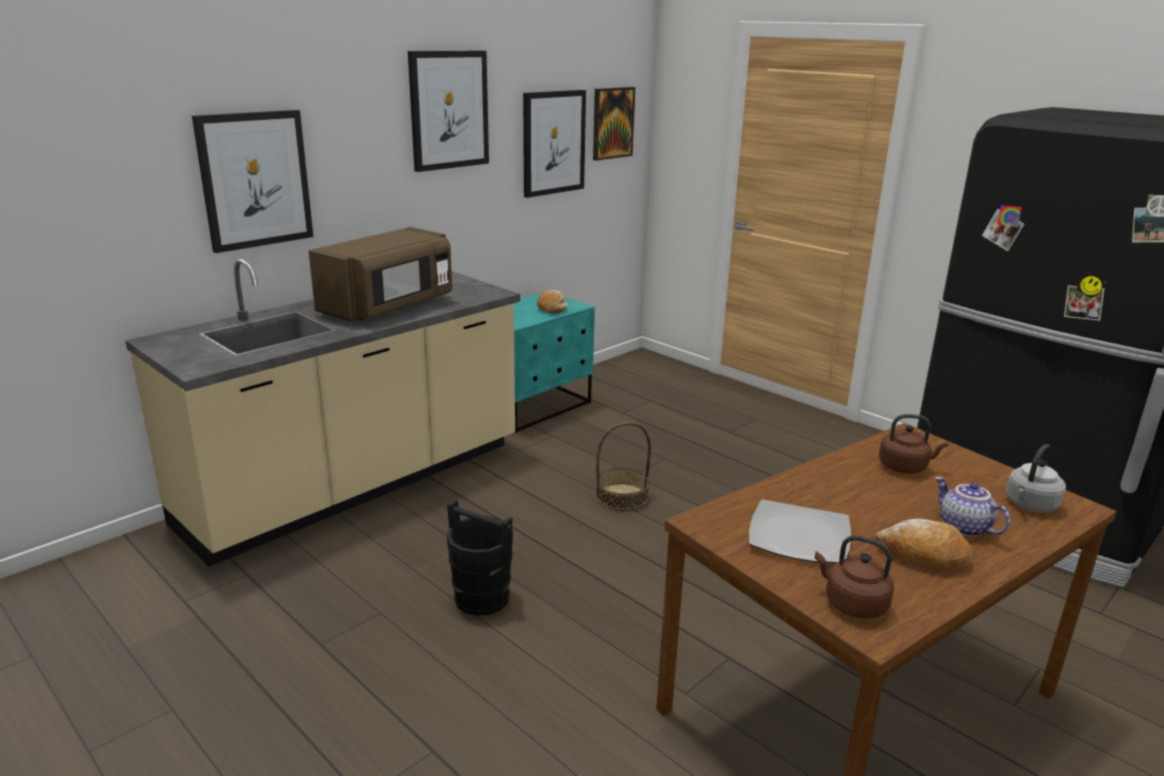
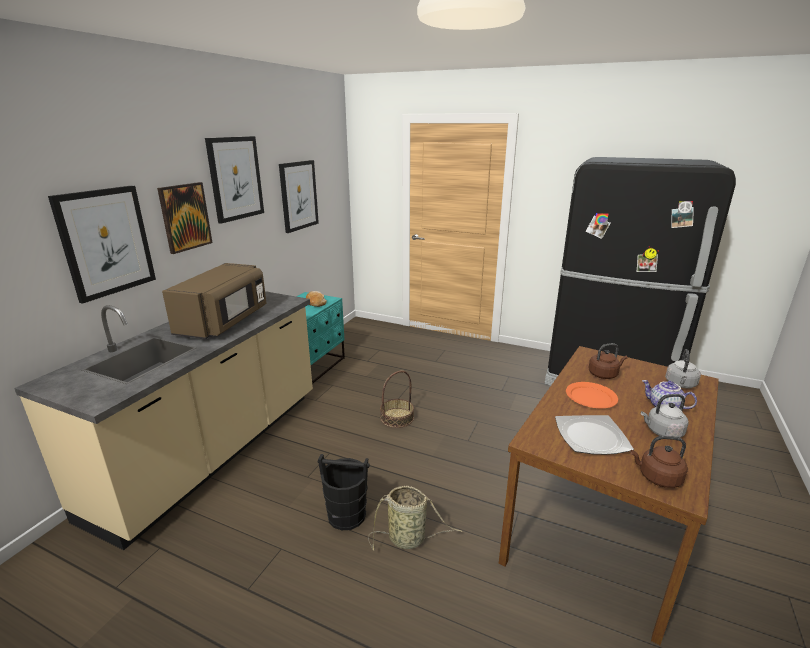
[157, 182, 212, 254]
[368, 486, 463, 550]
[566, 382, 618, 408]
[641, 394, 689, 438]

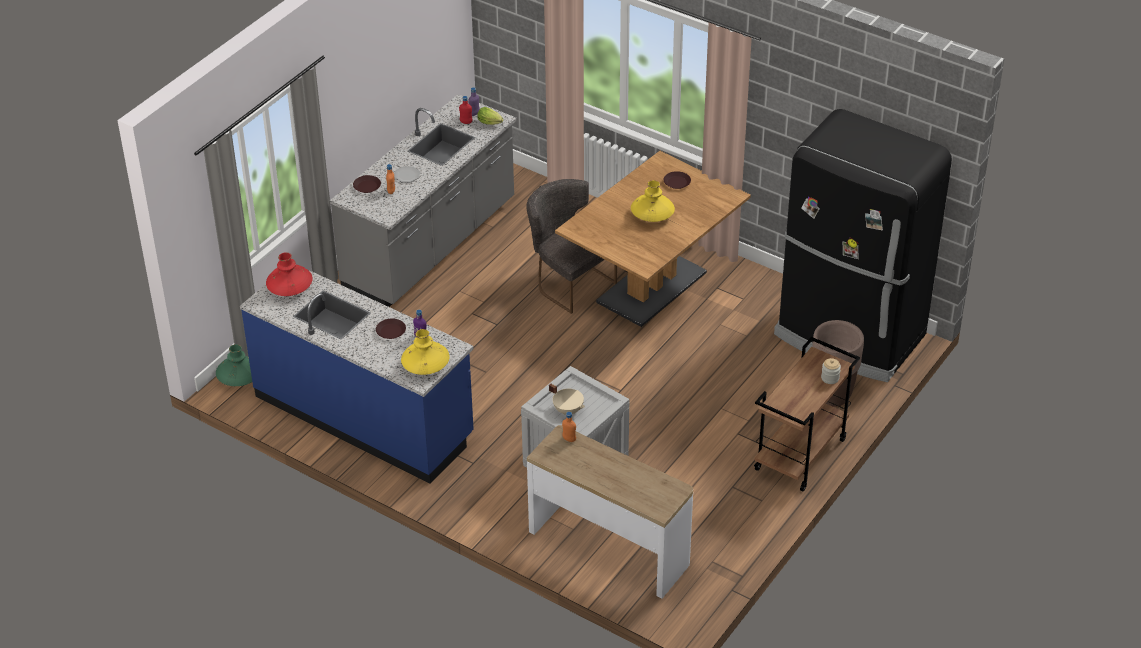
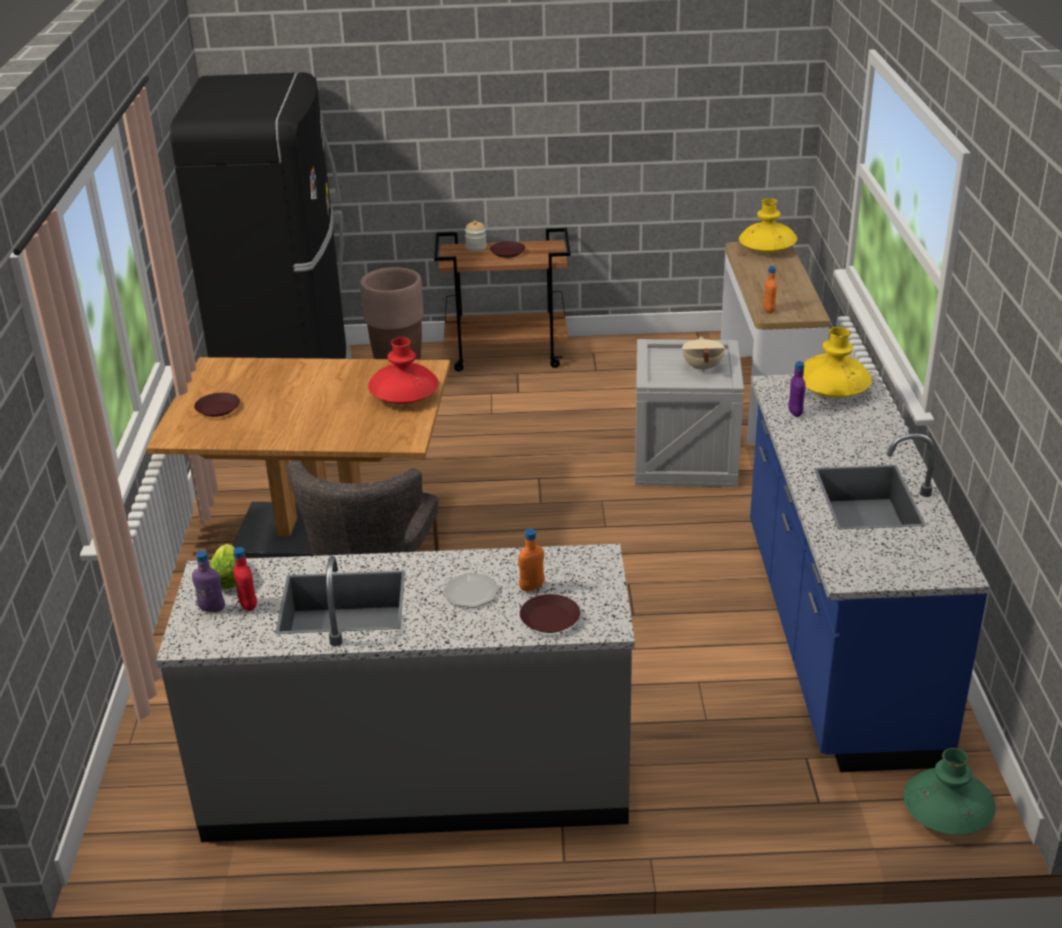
[368, 337, 439, 404]
[490, 241, 525, 258]
[739, 198, 797, 253]

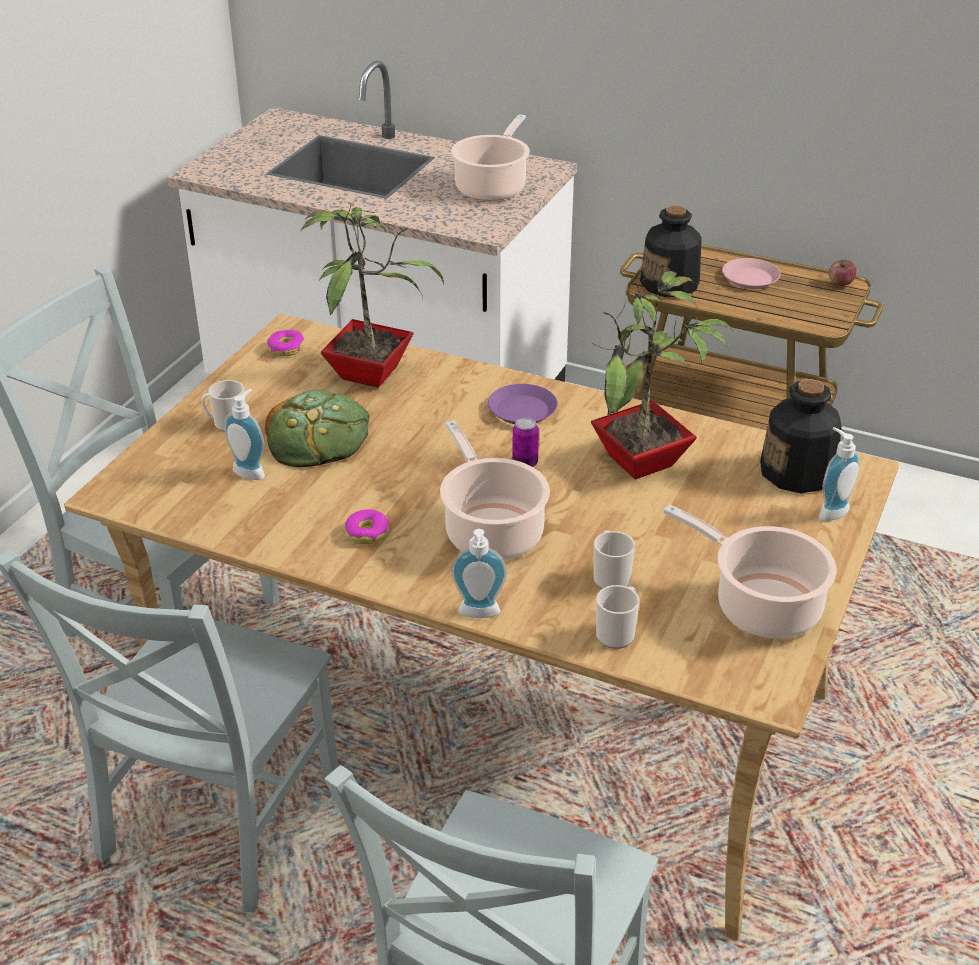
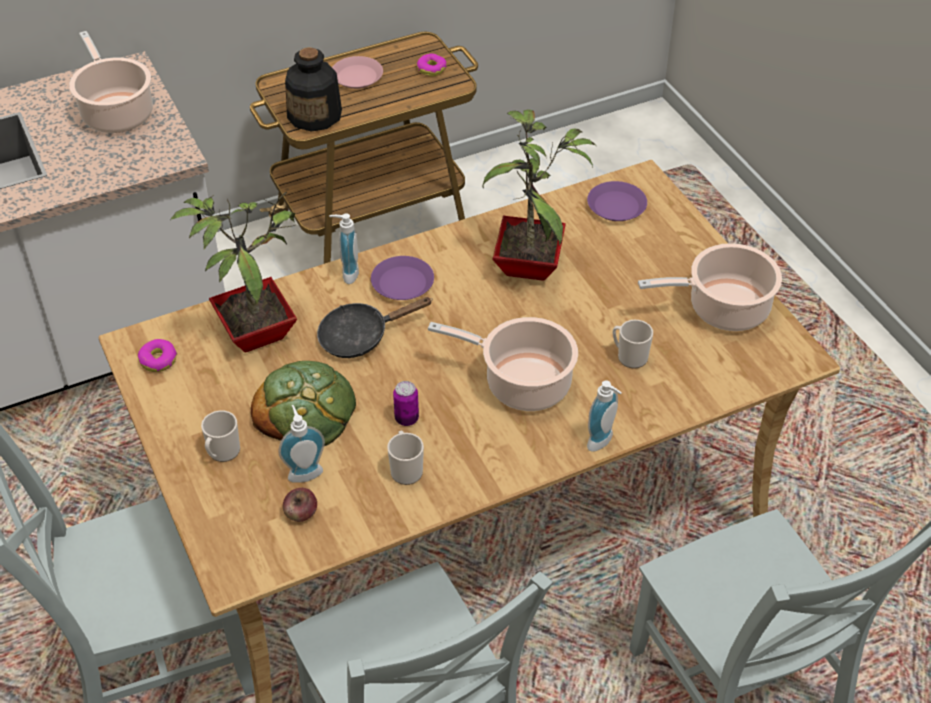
[283, 488, 317, 522]
[317, 297, 433, 358]
[329, 213, 359, 284]
[387, 431, 424, 485]
[393, 381, 419, 426]
[417, 53, 447, 76]
[587, 181, 647, 221]

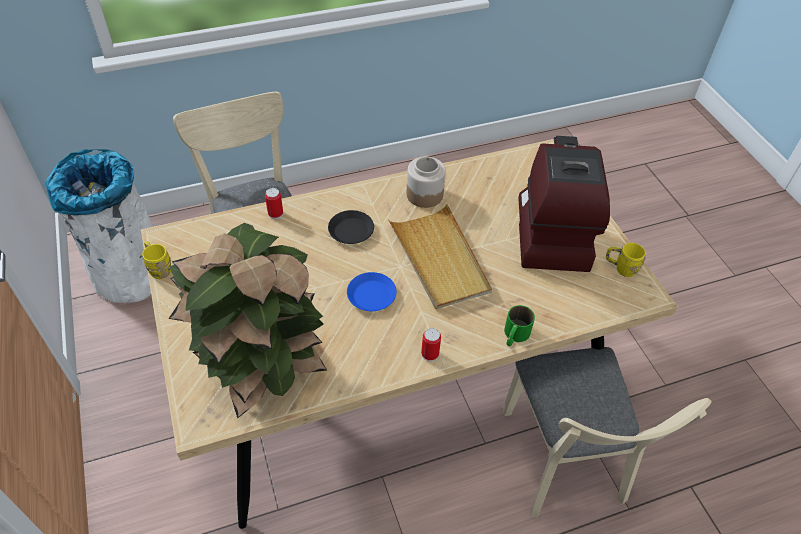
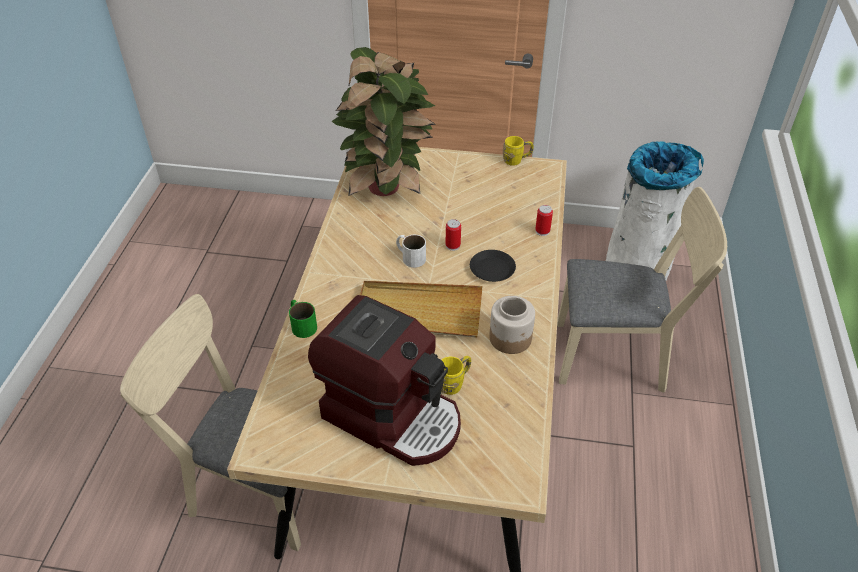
[396, 235, 426, 268]
[441, 356, 471, 395]
[445, 219, 461, 251]

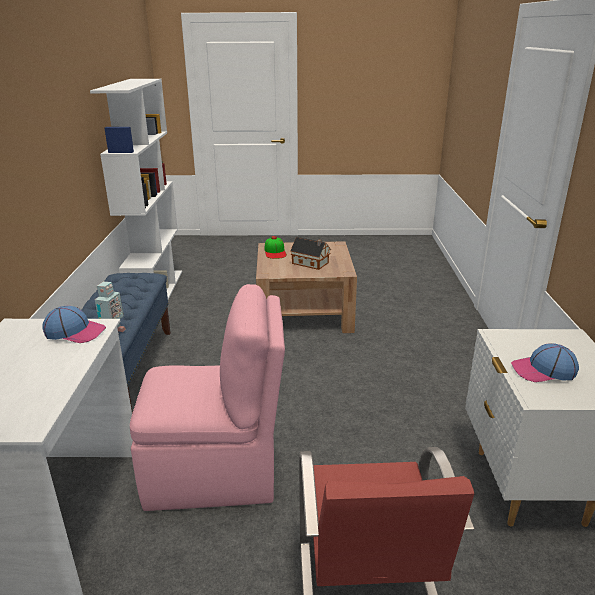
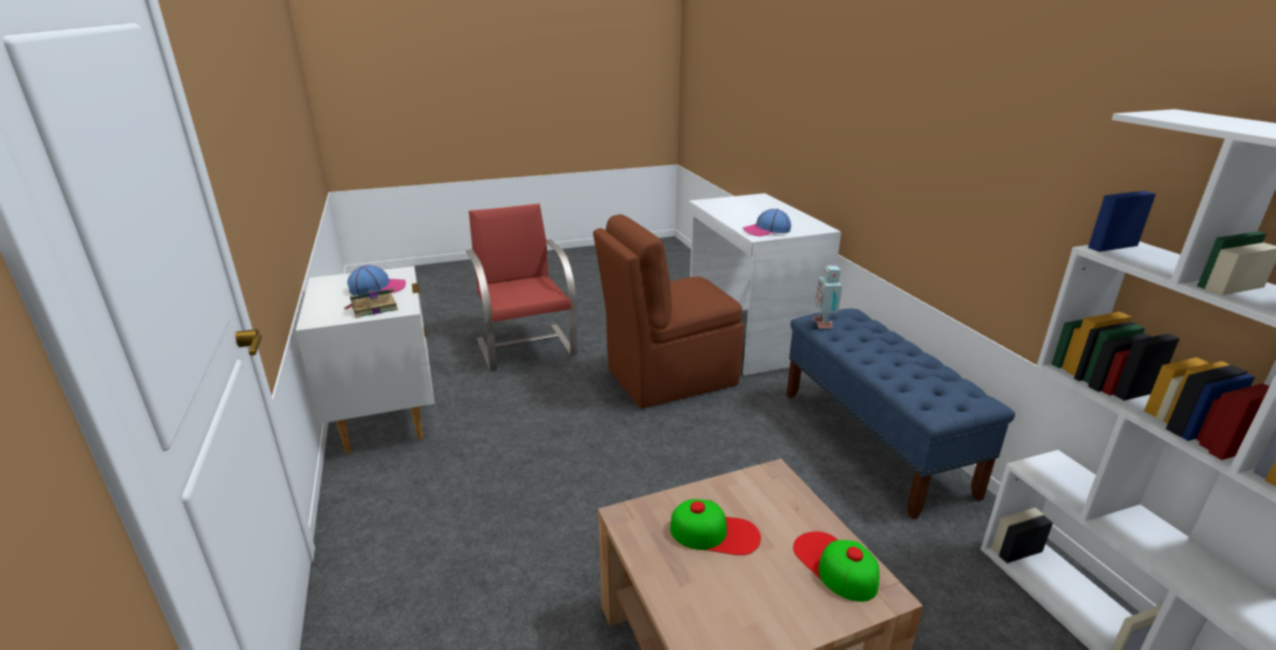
[344, 288, 398, 318]
[593, 214, 744, 408]
[670, 499, 761, 555]

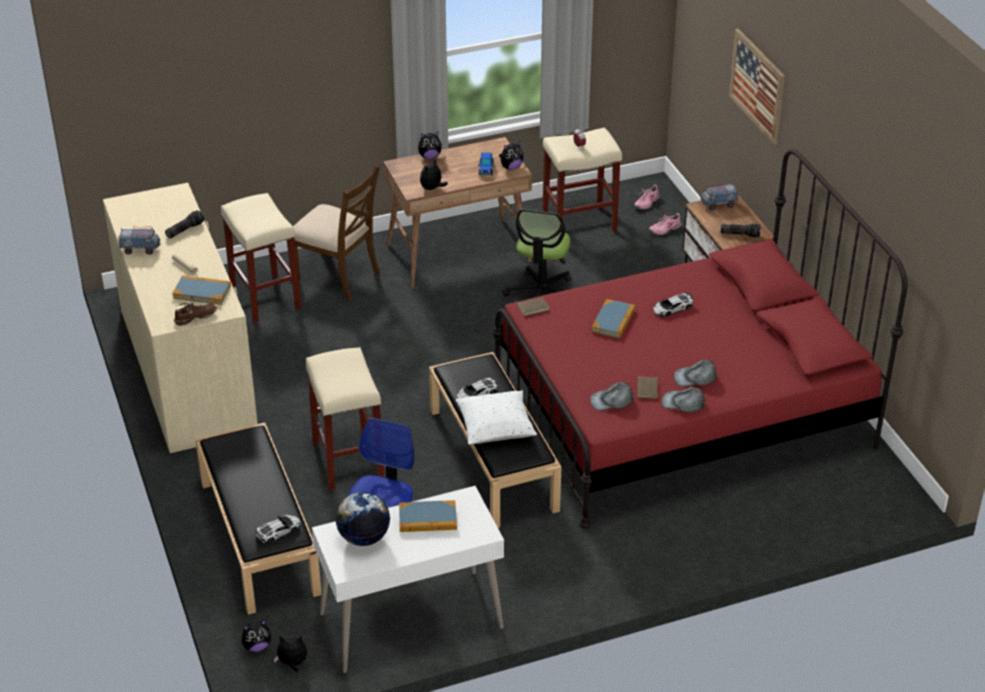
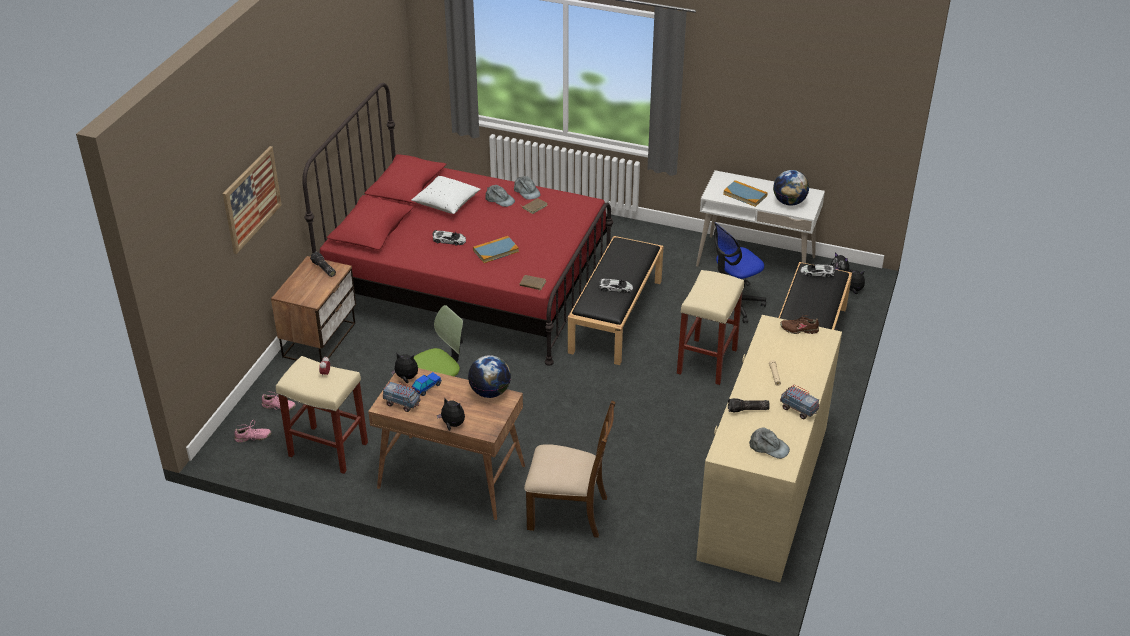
[383, 381, 421, 412]
[411, 176, 480, 214]
[468, 355, 511, 398]
[524, 400, 616, 538]
[749, 427, 790, 459]
[172, 275, 231, 305] (first image)
[221, 193, 301, 323] (first image)

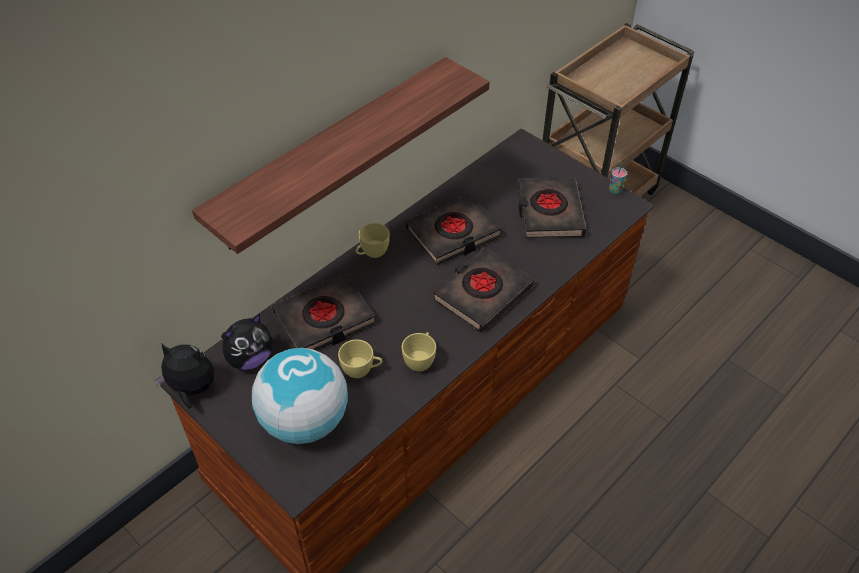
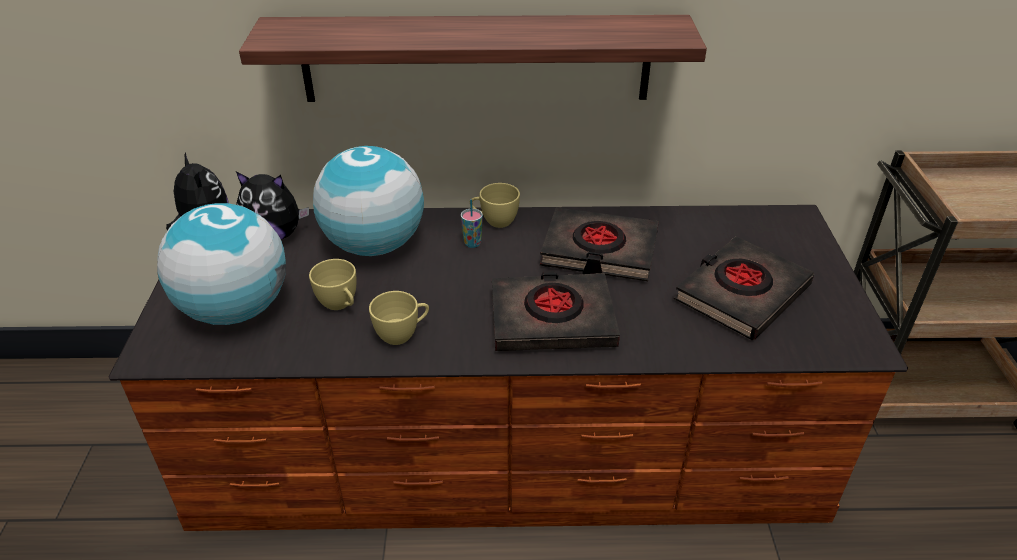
[313, 146, 424, 256]
[461, 199, 483, 248]

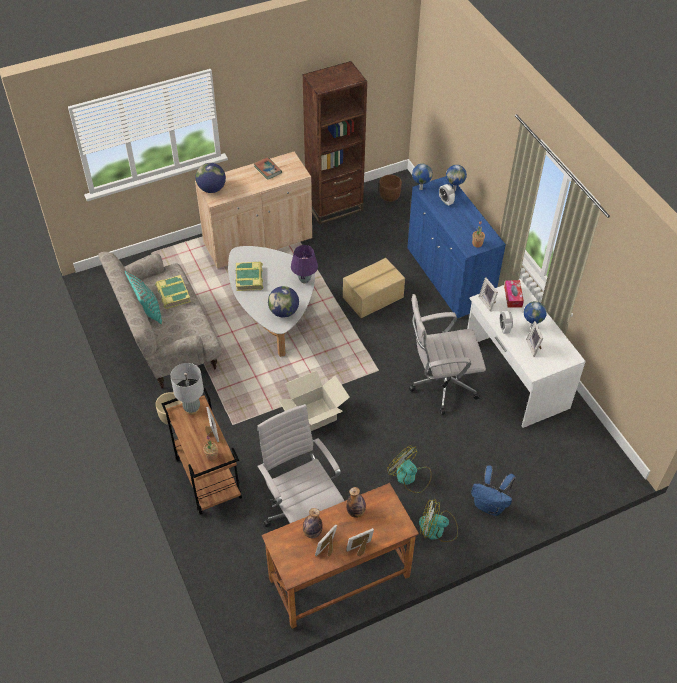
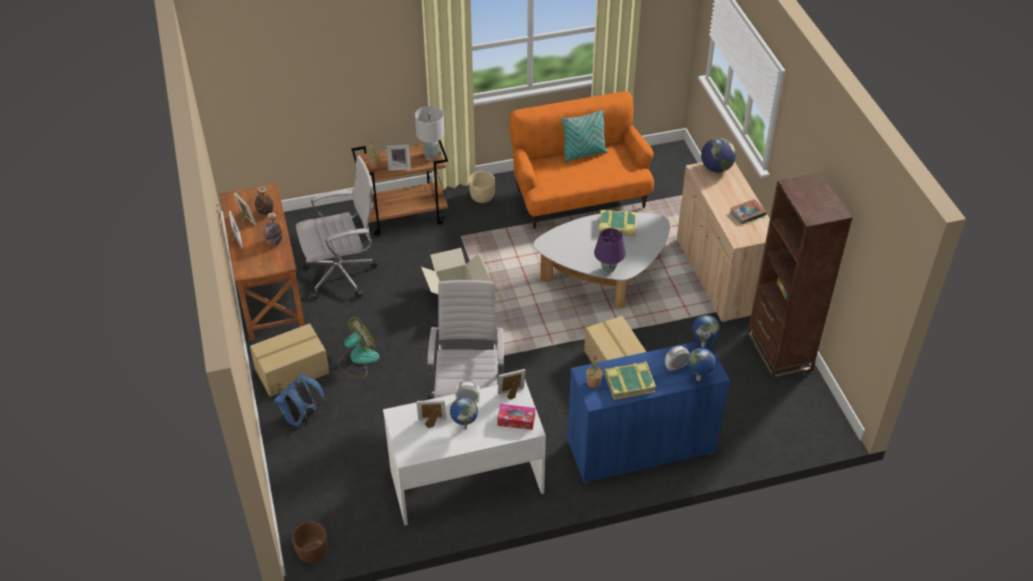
[250, 323, 329, 397]
[292, 522, 328, 563]
[509, 91, 654, 229]
[604, 362, 656, 400]
[268, 286, 299, 318] (first image)

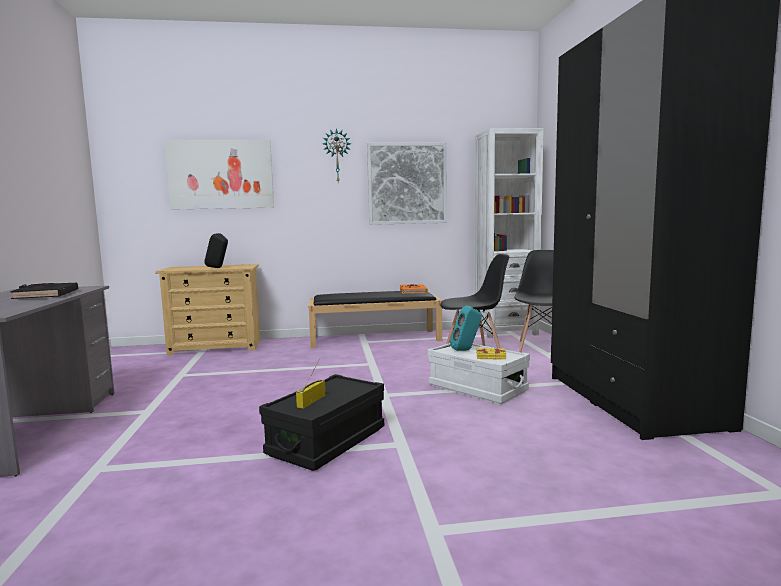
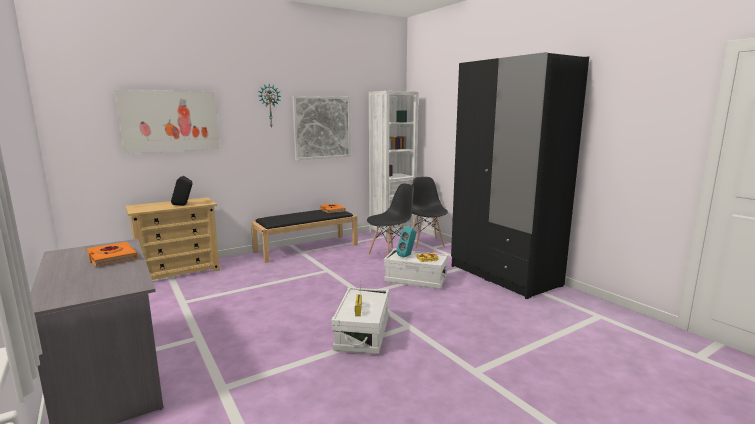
[87, 242, 138, 267]
[331, 287, 389, 355]

